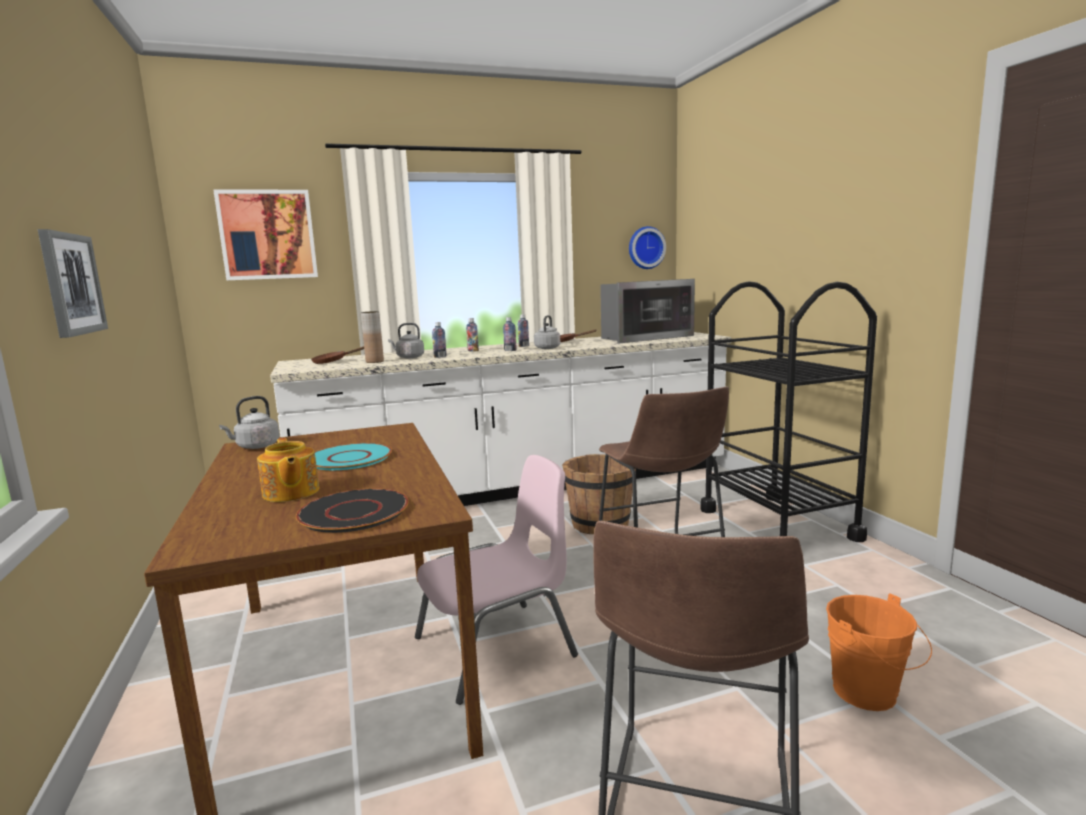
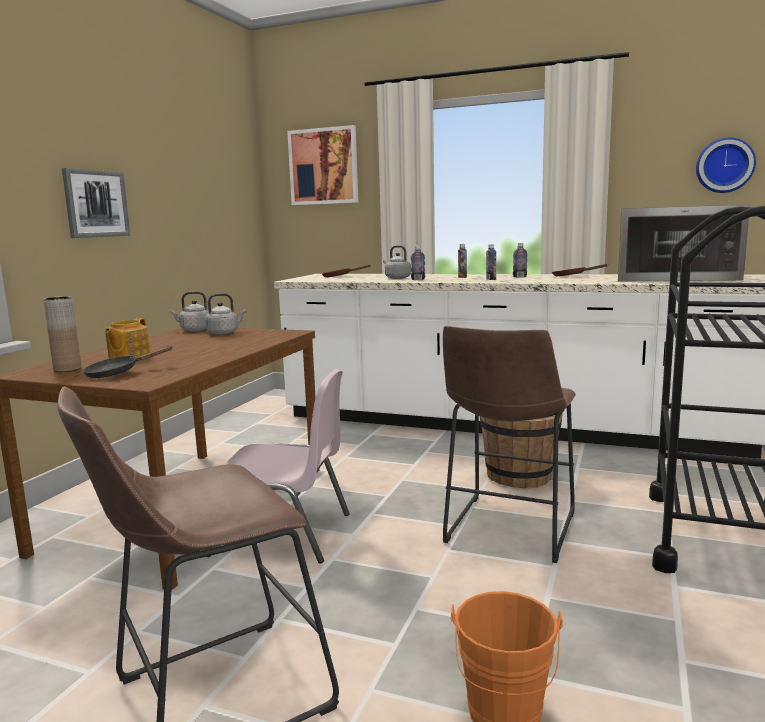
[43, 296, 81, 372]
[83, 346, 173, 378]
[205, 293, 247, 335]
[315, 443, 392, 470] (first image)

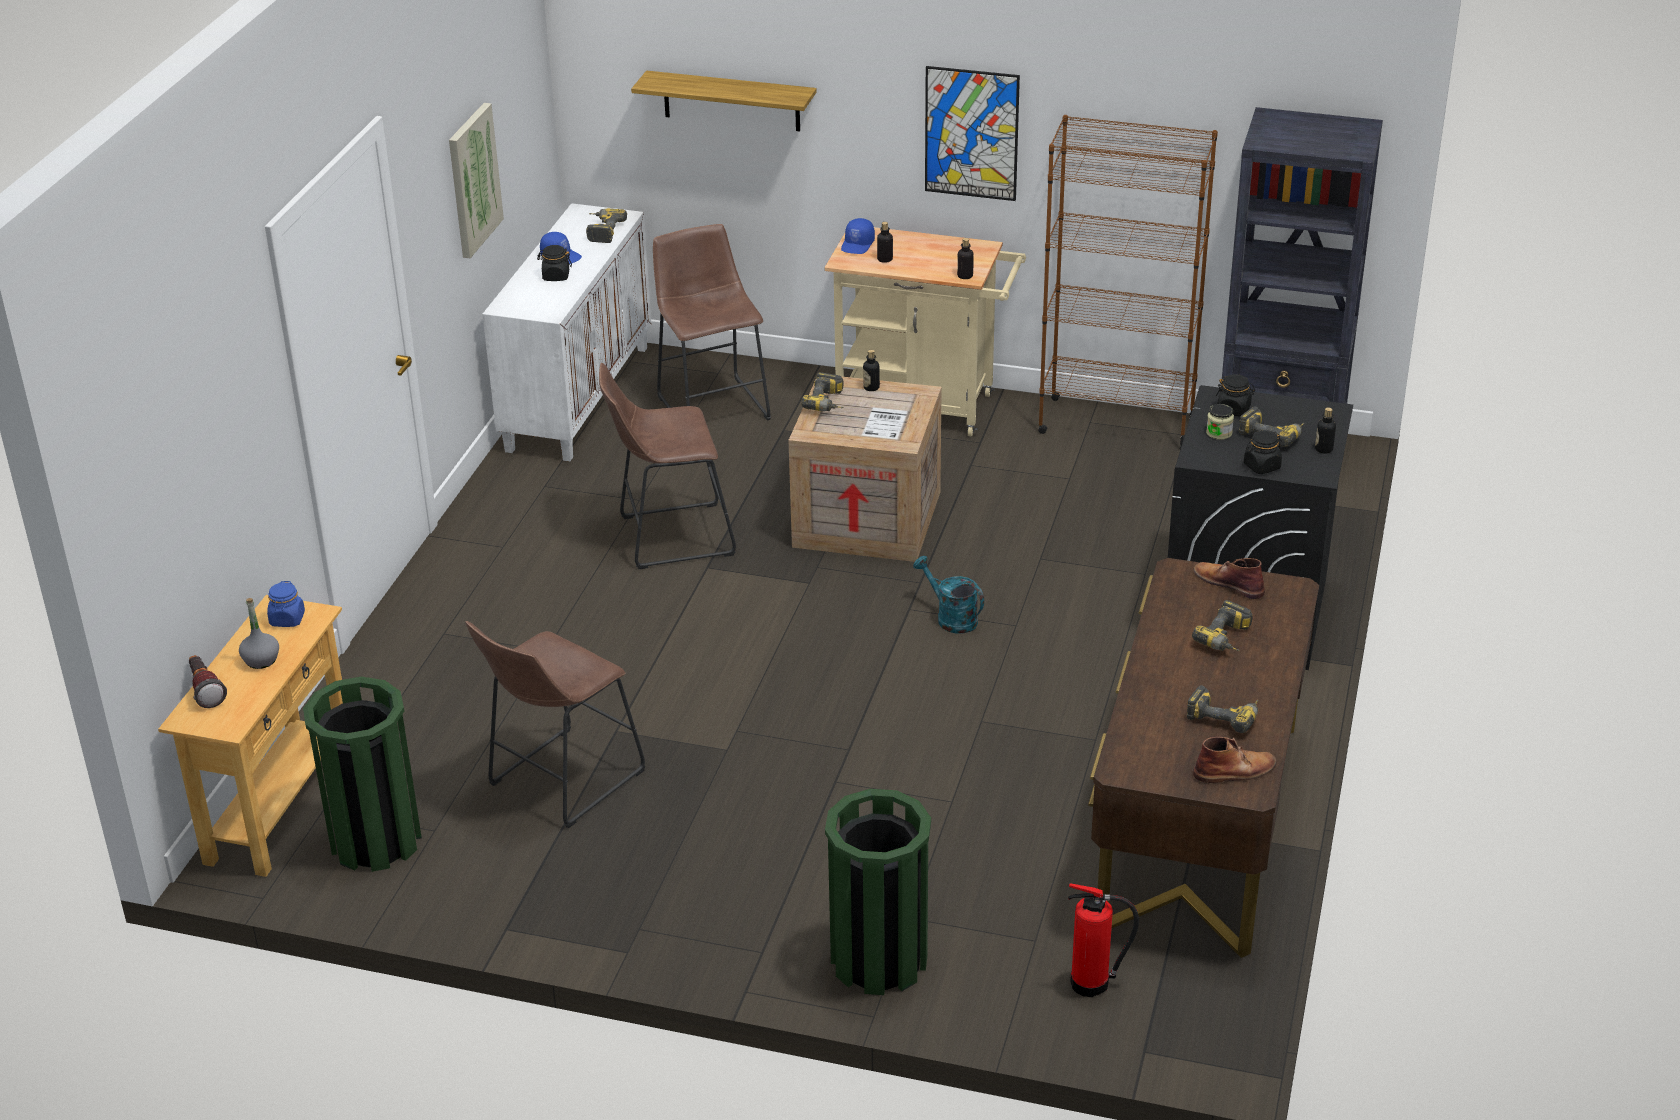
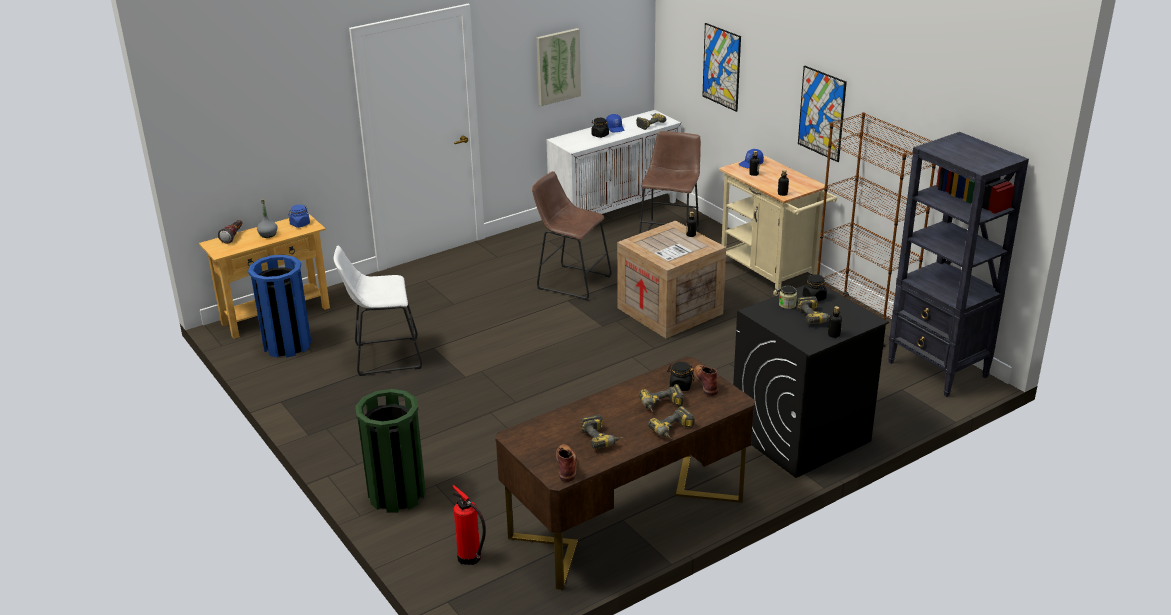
[248, 255, 312, 358]
[334, 246, 422, 376]
[556, 444, 577, 482]
[648, 406, 695, 439]
[667, 361, 694, 391]
[702, 23, 741, 112]
[913, 556, 984, 633] (first image)

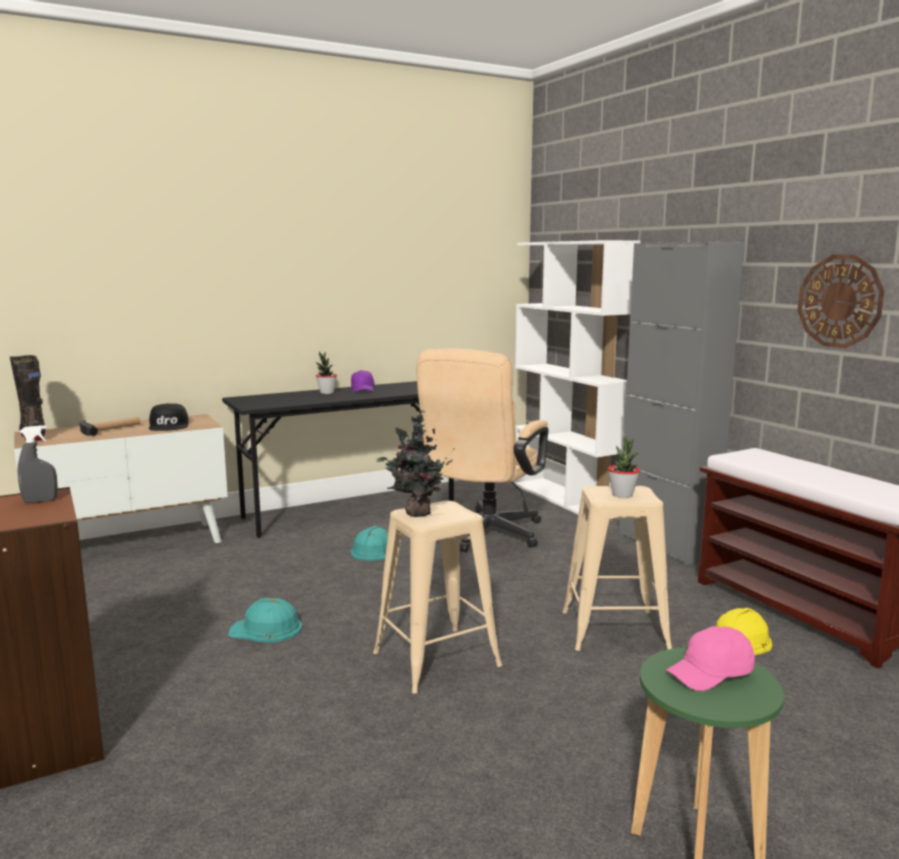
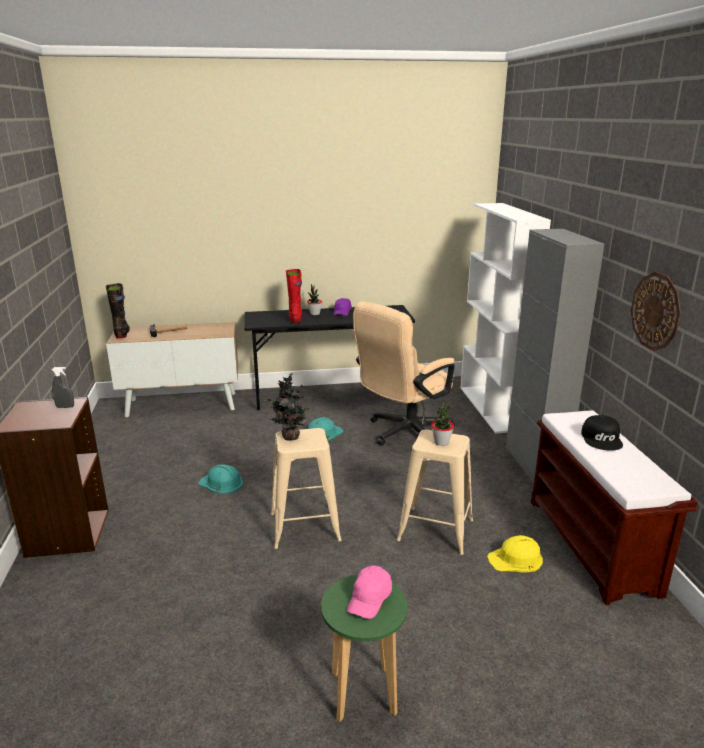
[286, 269, 302, 323]
[347, 565, 392, 619]
[581, 415, 623, 451]

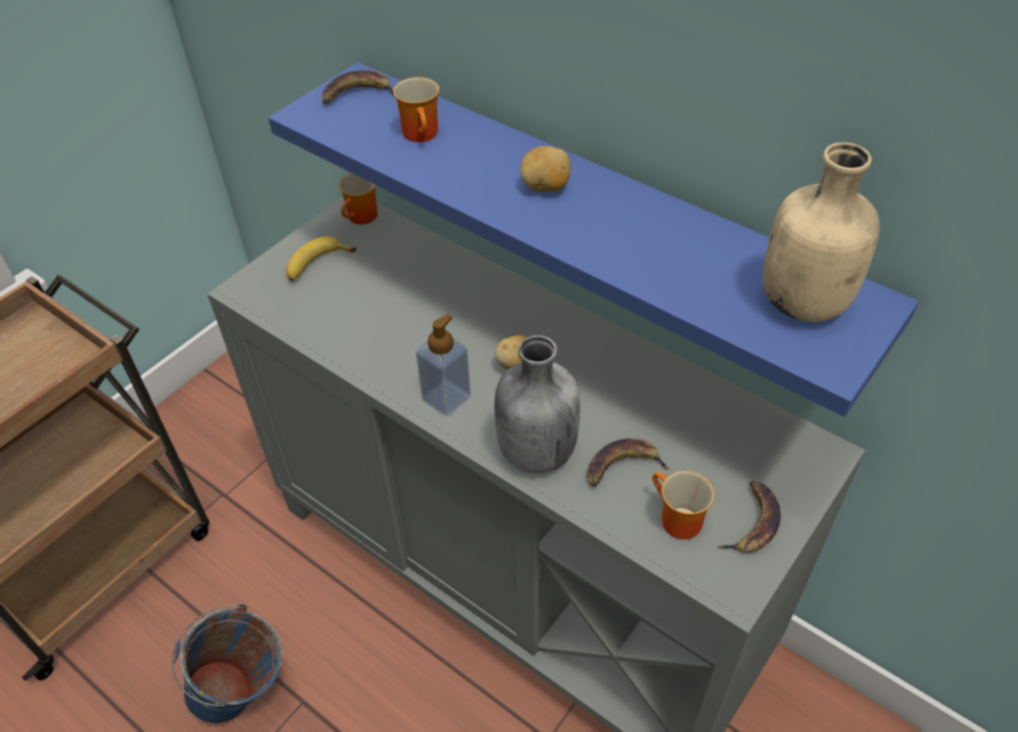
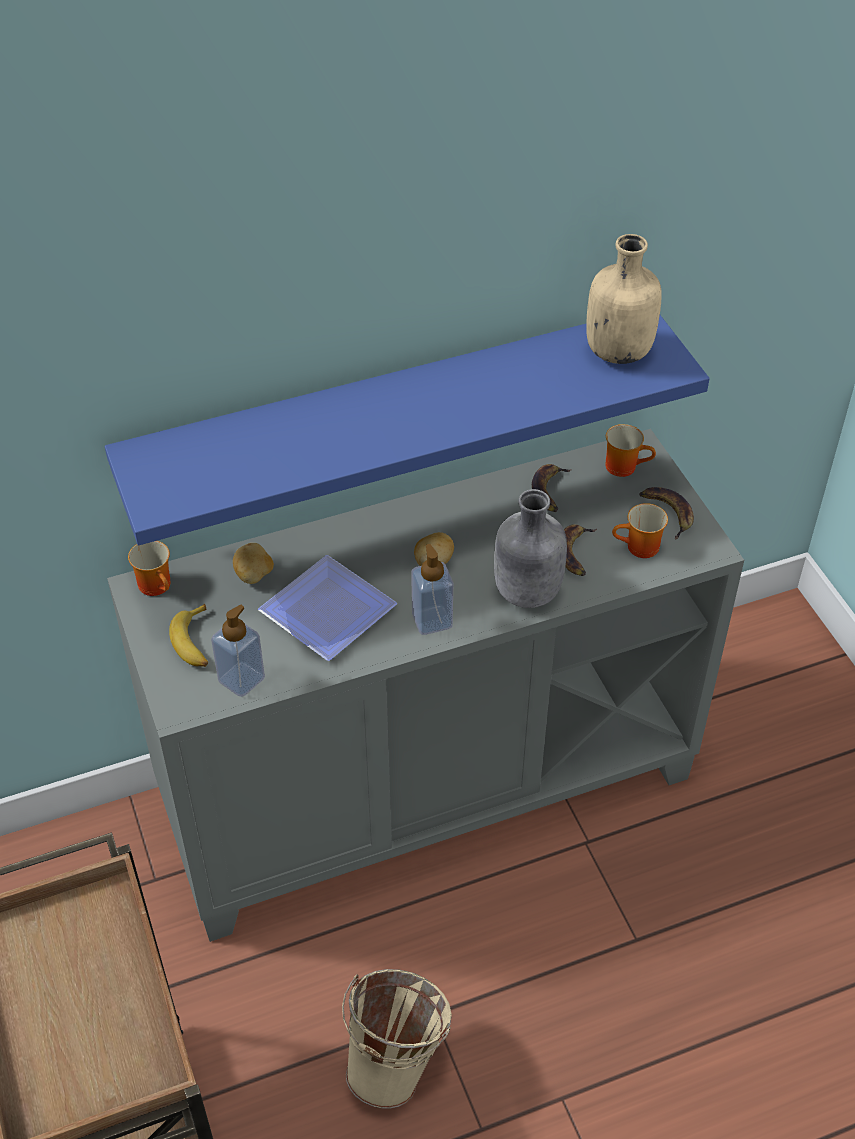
[211, 604, 265, 697]
[233, 543, 274, 584]
[258, 555, 397, 661]
[342, 969, 452, 1109]
[532, 464, 572, 512]
[606, 424, 656, 477]

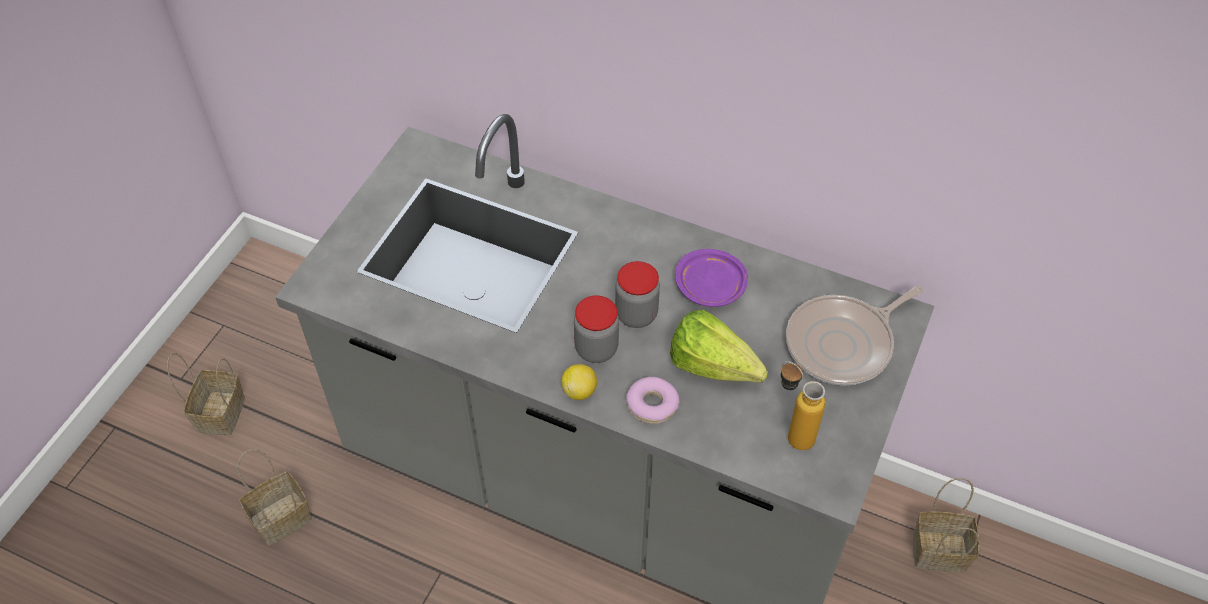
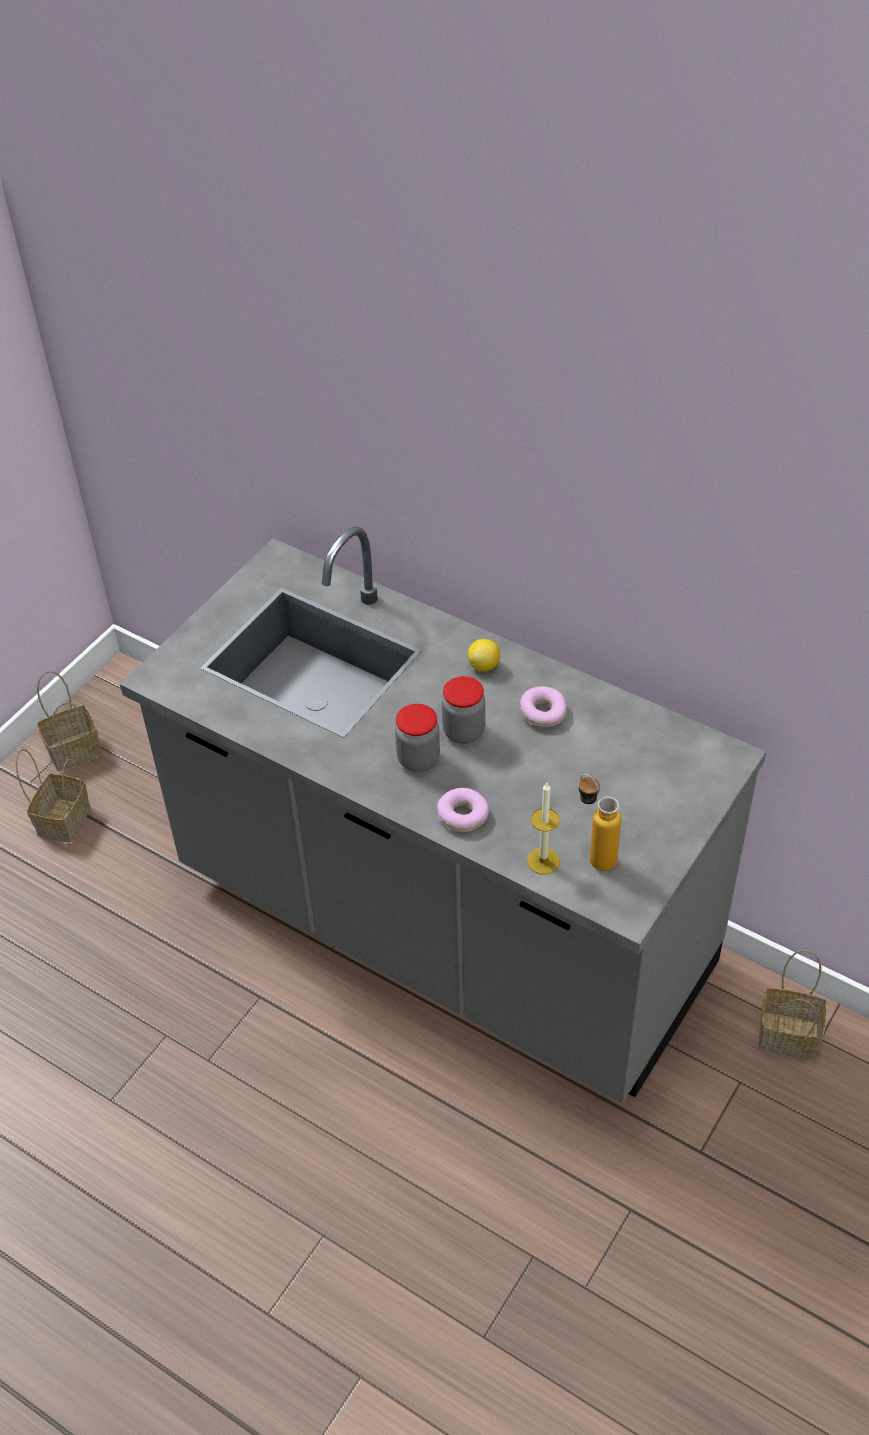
[37, 671, 101, 771]
[467, 639, 500, 672]
[520, 686, 567, 727]
[527, 783, 560, 875]
[670, 310, 768, 383] (first image)
[786, 286, 924, 386] (first image)

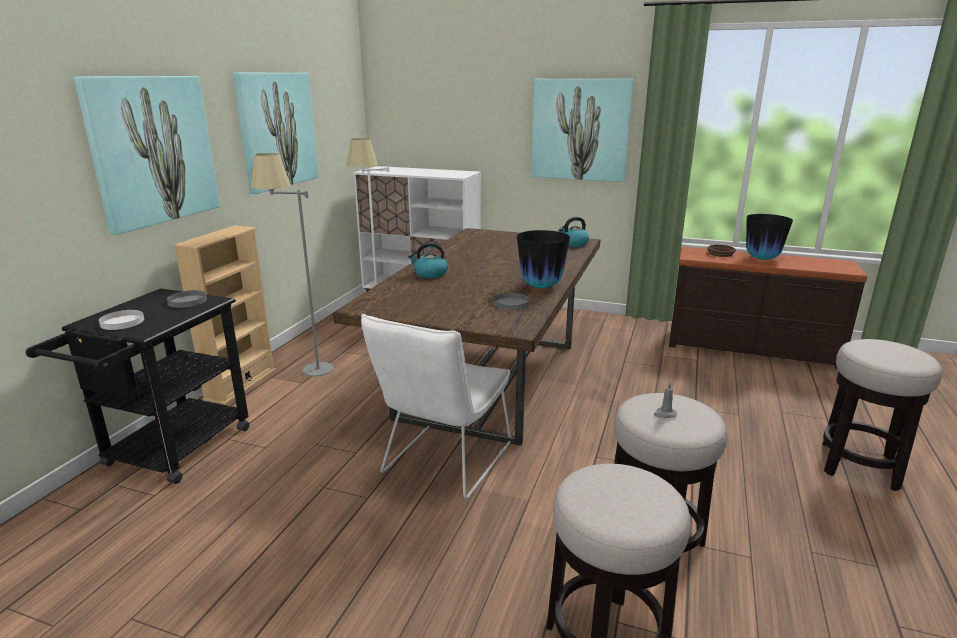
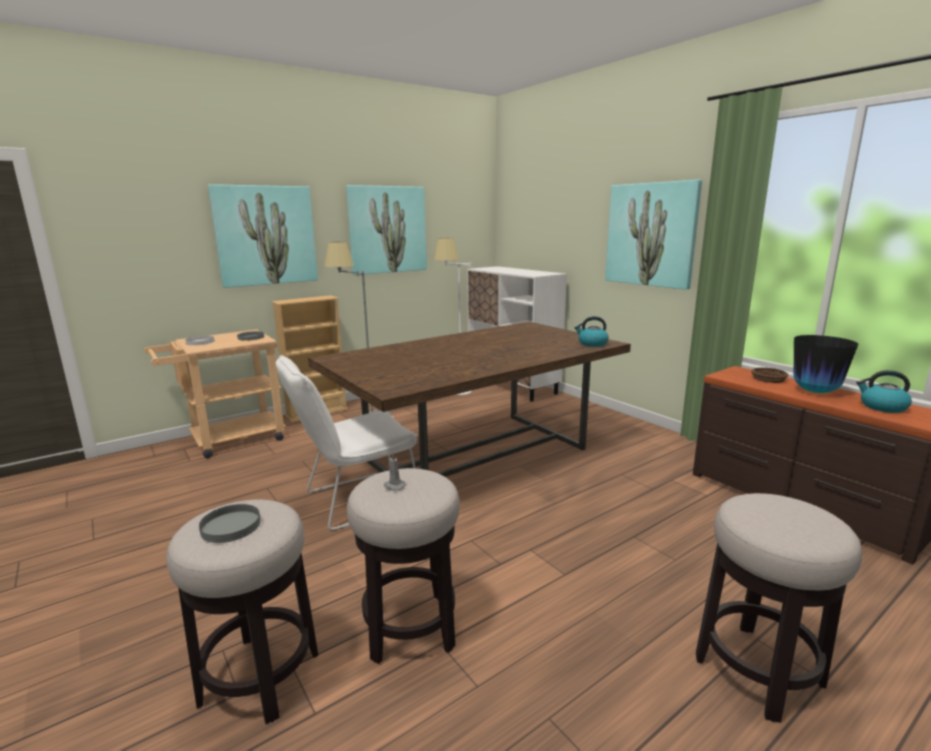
[144, 329, 286, 458]
[199, 504, 261, 543]
[856, 370, 912, 413]
[517, 230, 570, 288] (first image)

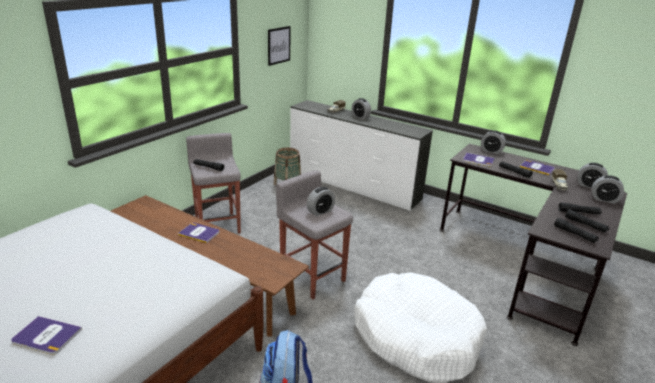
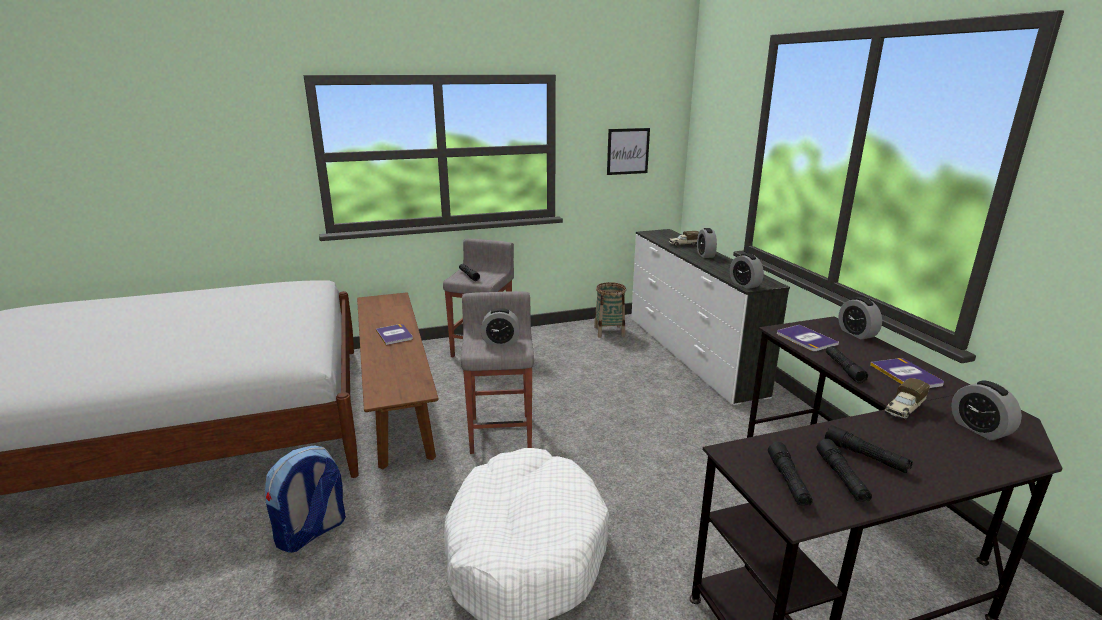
[730, 253, 764, 289]
[11, 316, 82, 355] (first image)

